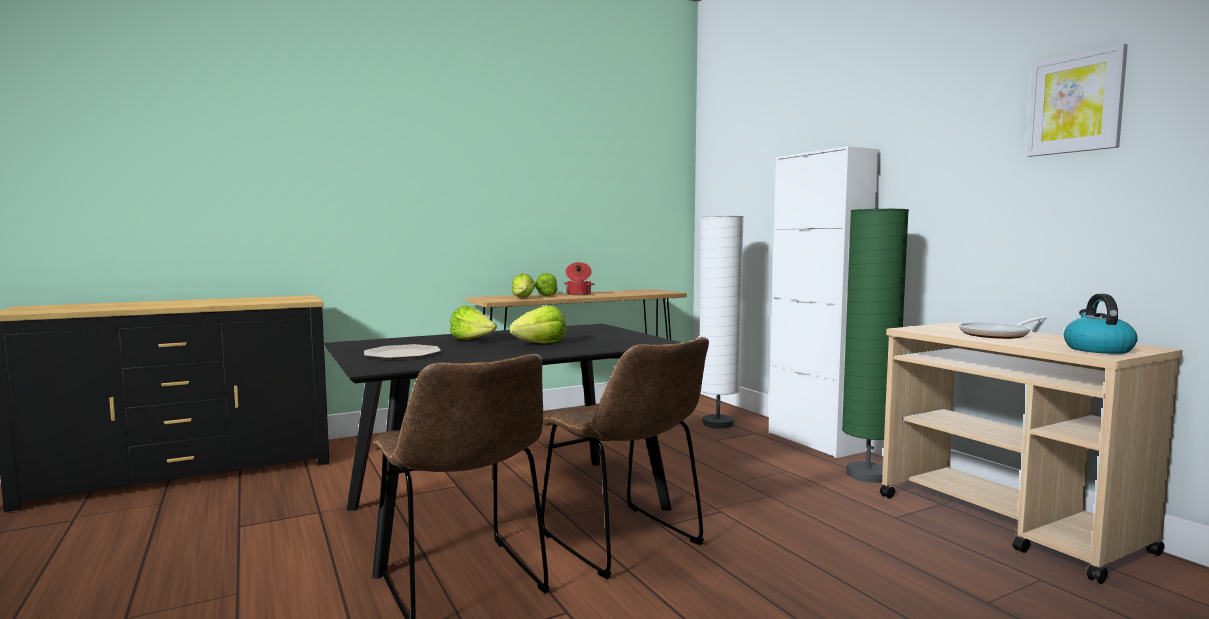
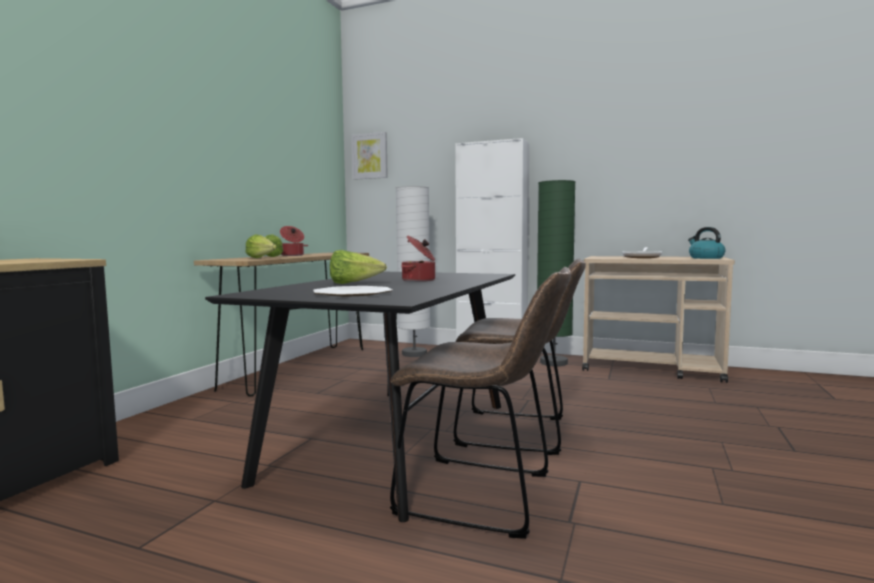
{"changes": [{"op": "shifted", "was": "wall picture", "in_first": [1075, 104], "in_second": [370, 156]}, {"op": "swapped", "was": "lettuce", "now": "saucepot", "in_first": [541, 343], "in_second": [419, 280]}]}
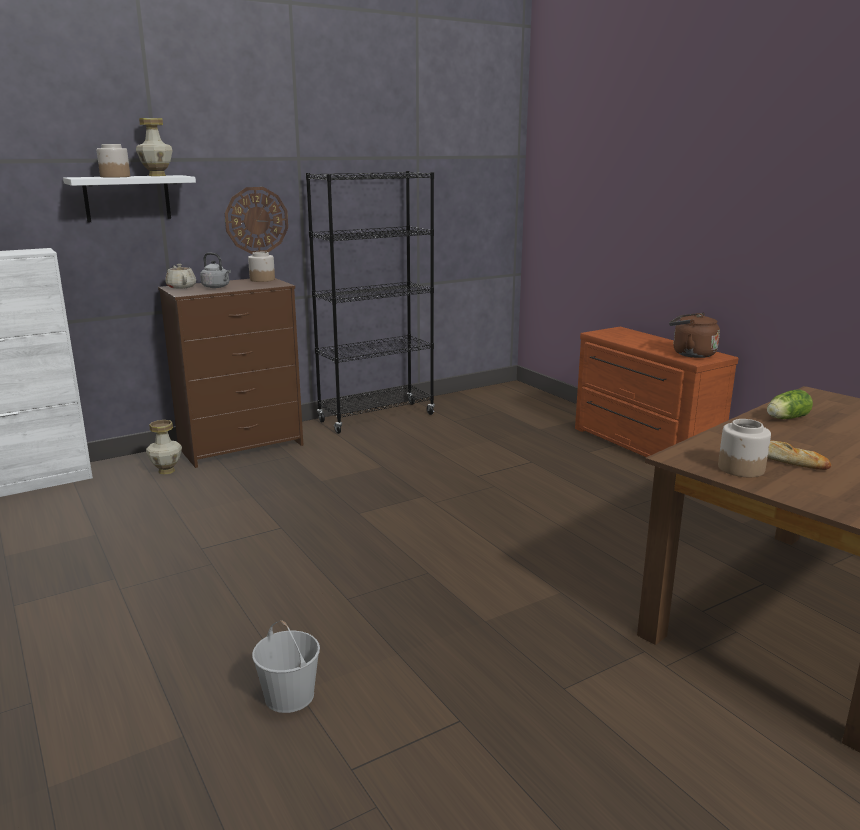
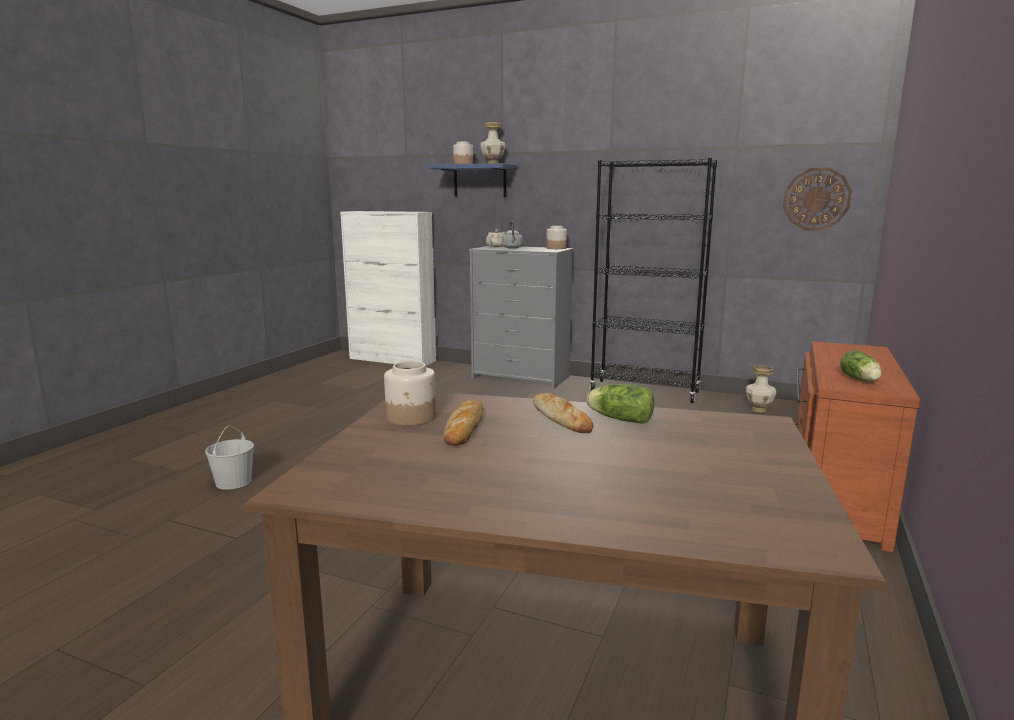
{"changes": [{"op": "new", "now": "bread", "in_second": [561, 418]}, {"op": "shifted", "was": "decorative vase", "in_first": [166, 471], "in_second": [758, 409]}, {"op": "shifted", "was": "hanging clock", "in_first": [256, 220], "in_second": [816, 199]}, {"op": "swapped", "was": "brown water kettle", "now": "lettuce", "in_first": [690, 354], "in_second": [860, 380]}, {"op": "repainted", "was": "whitish bracket shelf", "now": "blue bracket shelf", "in_first": [127, 198], "in_second": [480, 181]}, {"op": "repainted", "was": "brown drawer chest", "now": "gray drawer chest", "in_first": [242, 446], "in_second": [521, 378]}]}
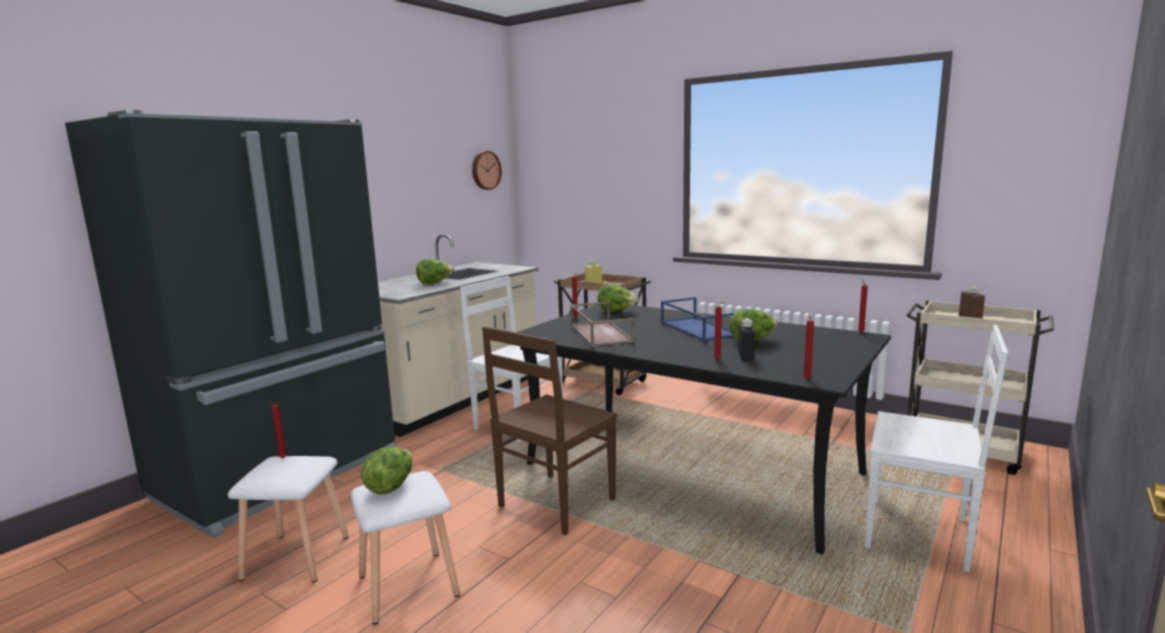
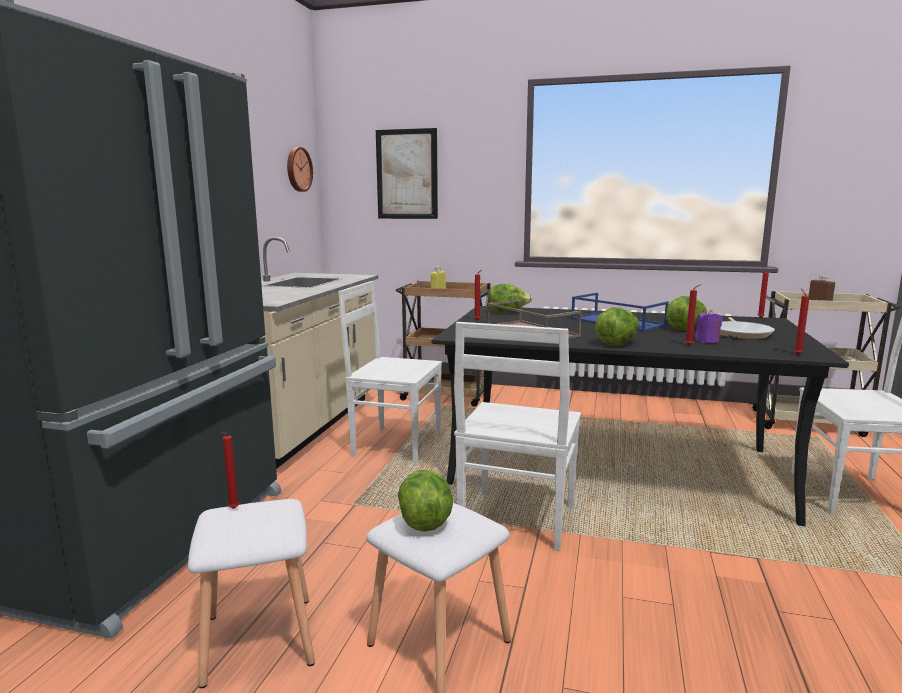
{"changes": [{"op": "new", "now": "wall picture", "in_second": [407, 174]}, {"op": "new", "now": "skillet", "in_second": [740, 333]}, {"op": "shifted", "was": "lettuce", "in_first": [434, 283], "in_second": [617, 343]}, {"op": "swapped", "was": "black-coloured drink bottle", "now": "purple wax candle", "in_first": [745, 356], "in_second": [707, 341]}, {"op": "repainted", "was": "brown chair", "now": "whitish chair", "in_first": [554, 504], "in_second": [516, 521]}]}
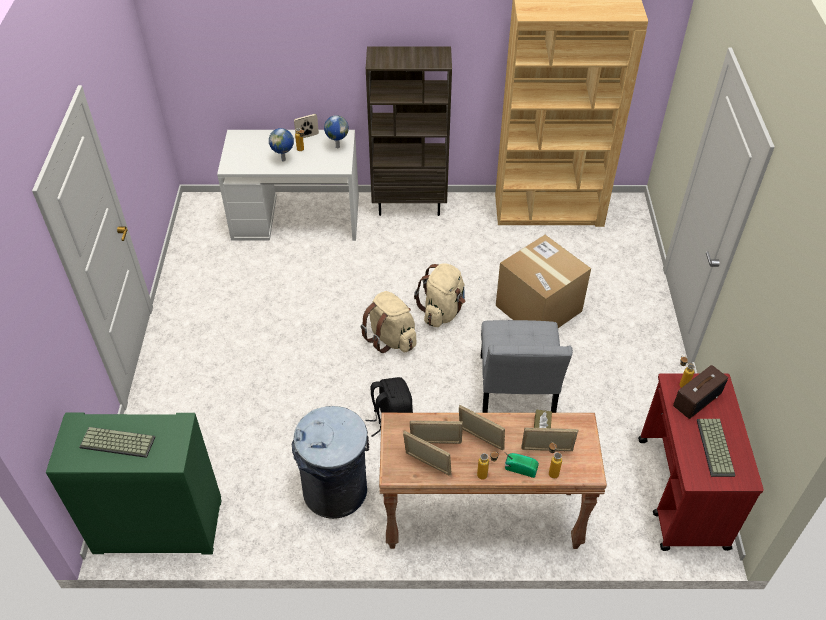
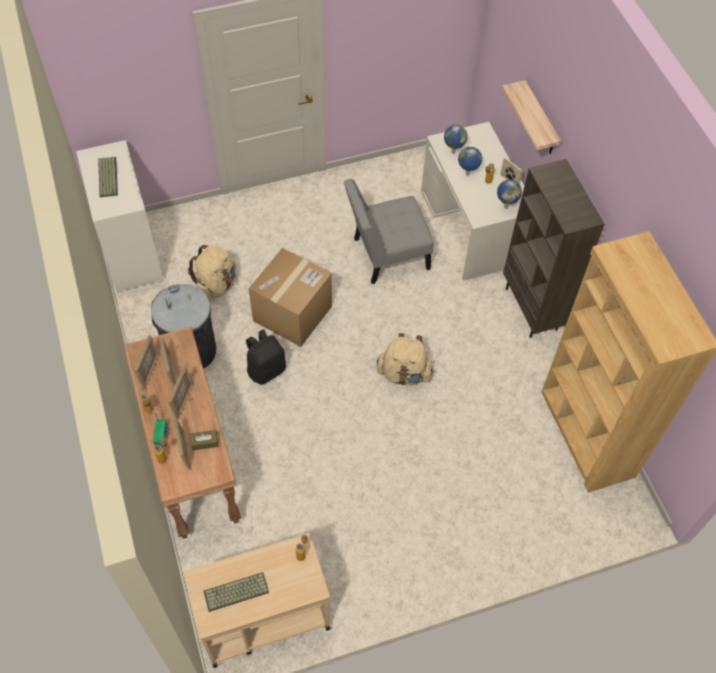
{"changes": [{"op": "gone", "was": "radio receiver", "in_first": [697, 399]}, {"op": "new", "now": "globe", "in_second": [453, 152]}, {"op": "new", "now": "bracket shelf", "in_second": [540, 120]}, {"op": "shifted", "was": "beige-coloured backpack", "in_first": [391, 338], "in_second": [216, 285]}, {"op": "shifted", "was": "gray chair", "in_first": [516, 389], "in_second": [386, 255]}, {"op": "shifted", "was": "packing box", "in_first": [538, 308], "in_second": [292, 313]}, {"op": "repainted", "was": "greenish storage cabinet", "now": "whitish storage cabinet", "in_first": [157, 526], "in_second": [130, 253]}, {"op": "repainted", "was": "reddish wheeled cart", "now": "beige-coloured wheeled cart", "in_first": [682, 493], "in_second": [262, 618]}]}
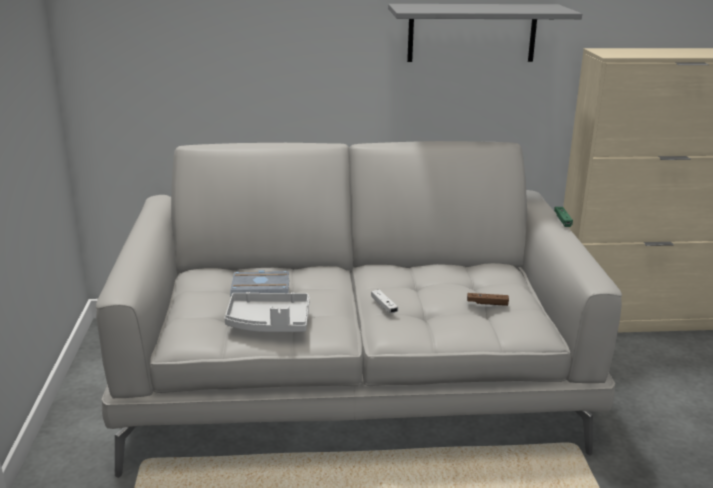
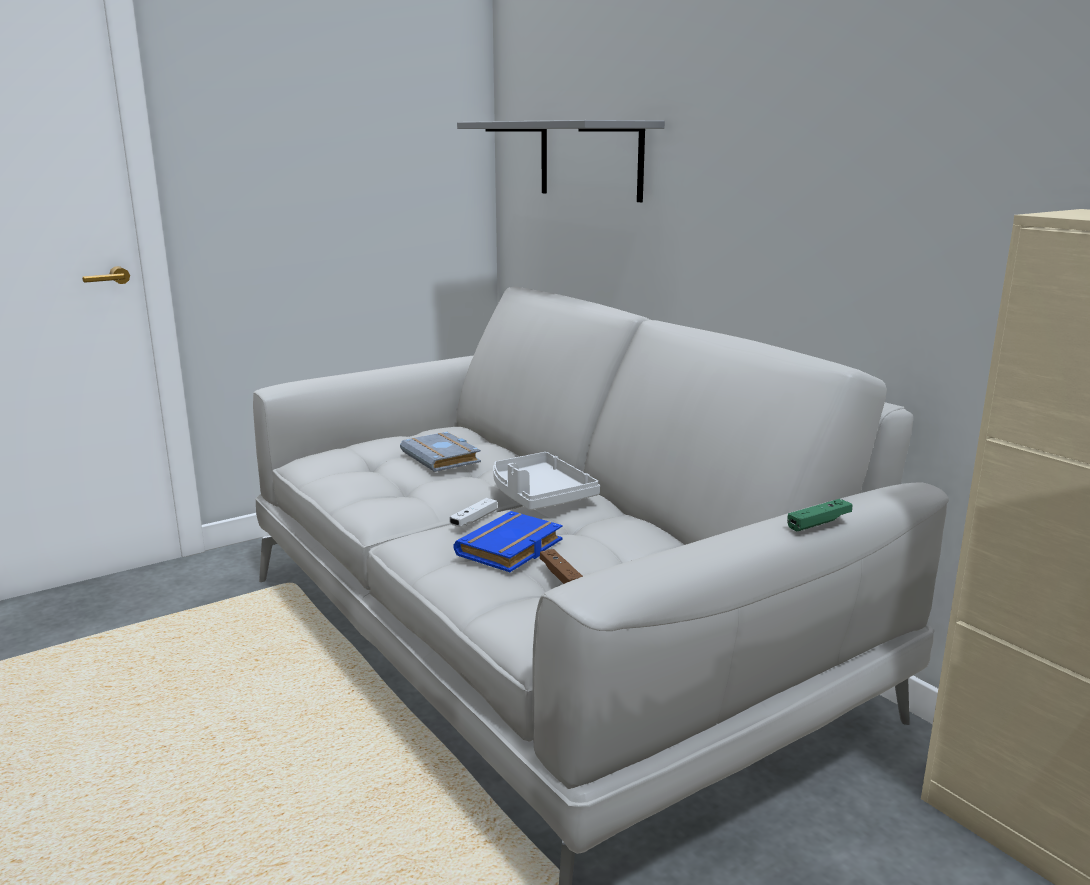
{"changes": [{"op": "new", "now": "blue volume", "in_second": [511, 550]}, {"op": "shifted", "was": "gray carrying tray", "in_first": [269, 323], "in_second": [539, 496]}, {"op": "shifted", "was": "gray bracket shelf", "in_first": [472, 33], "in_second": [590, 159]}]}
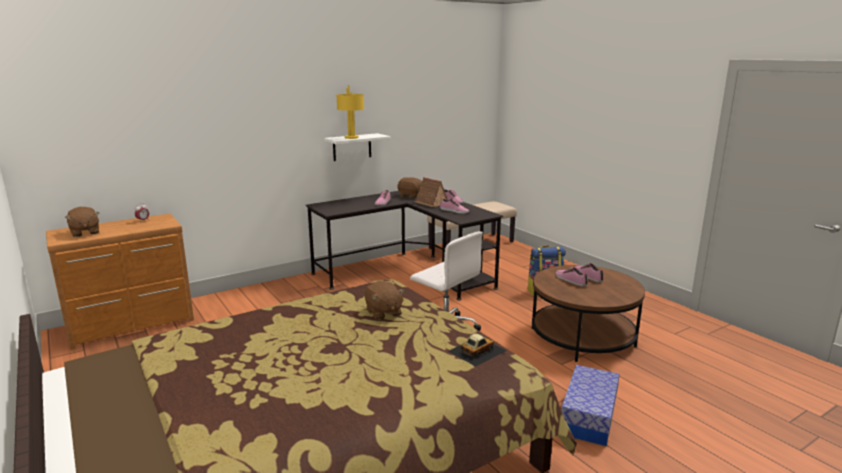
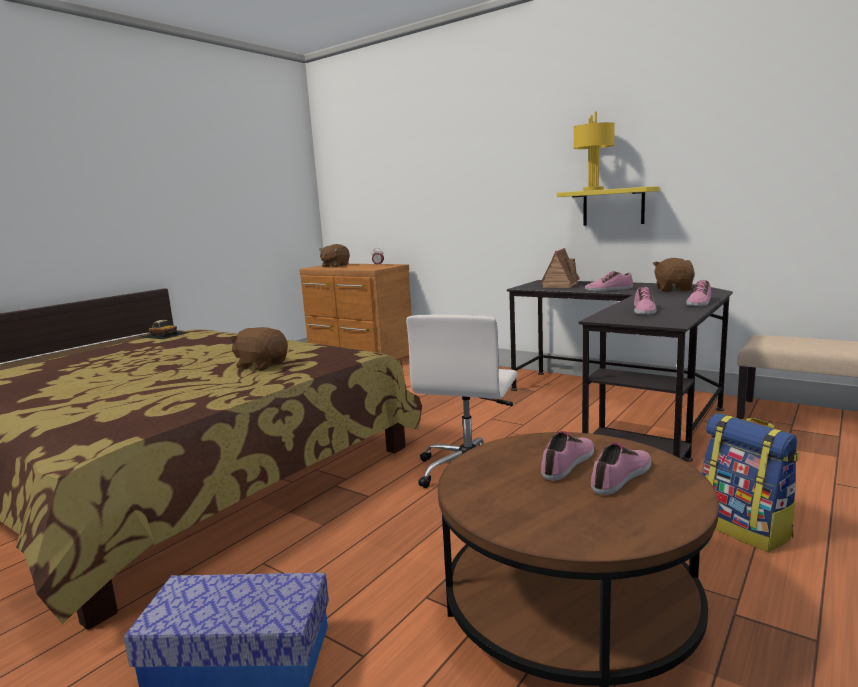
{"changes": [{"op": "shifted", "was": "model house", "in_first": [430, 203], "in_second": [560, 285]}, {"op": "shifted", "was": "model car", "in_first": [476, 350], "in_second": [164, 334]}, {"op": "repainted", "was": "whitish bracket shelf", "now": "yellow-coloured bracket shelf", "in_first": [352, 147], "in_second": [613, 207]}, {"op": "rotated", "was": "brown plush toy", "in_first": [383, 313], "in_second": [261, 365], "clockwise": 75}]}
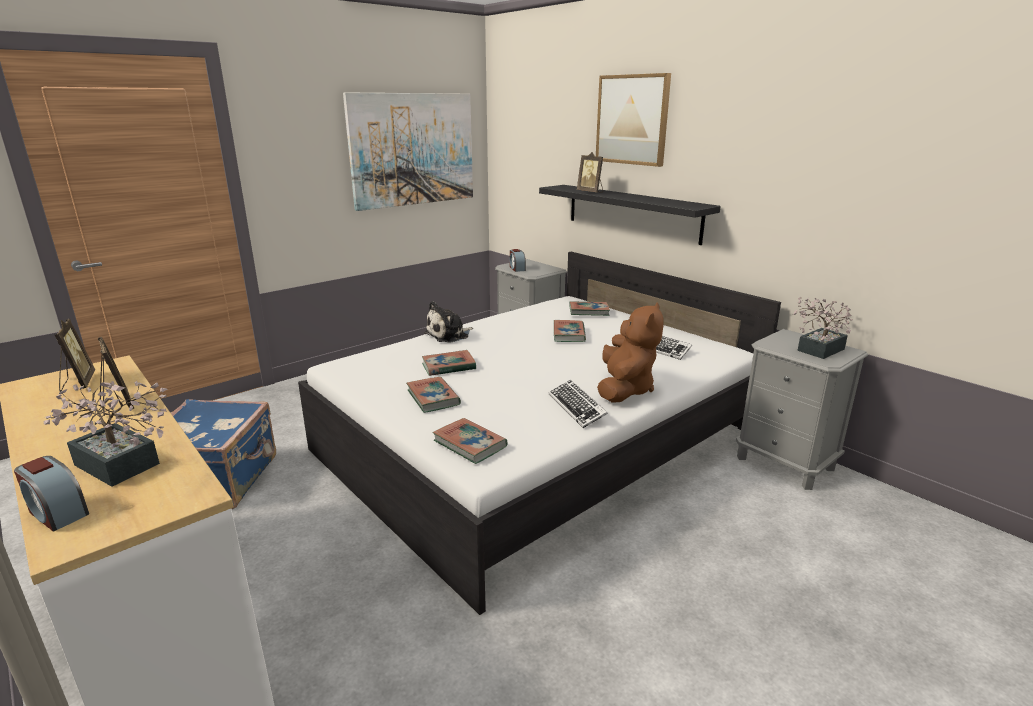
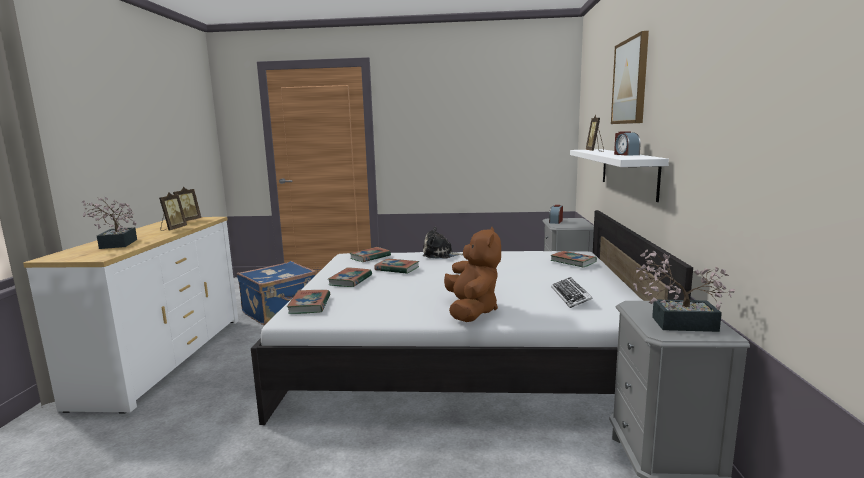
{"changes": [{"op": "gone", "was": "wall picture", "in_first": [413, 150]}, {"op": "gone", "was": "keyboard", "in_first": [577, 408]}, {"op": "shifted", "was": "alarm clock", "in_first": [57, 512], "in_second": [625, 154]}, {"op": "shifted", "was": "volume", "in_first": [569, 334], "in_second": [370, 257]}, {"op": "repainted", "was": "black-coloured bracket shelf", "now": "whitish bracket shelf", "in_first": [632, 212], "in_second": [628, 171]}, {"op": "rotated", "was": "brown plush toy", "in_first": [624, 389], "in_second": [471, 311], "clockwise": -60}]}
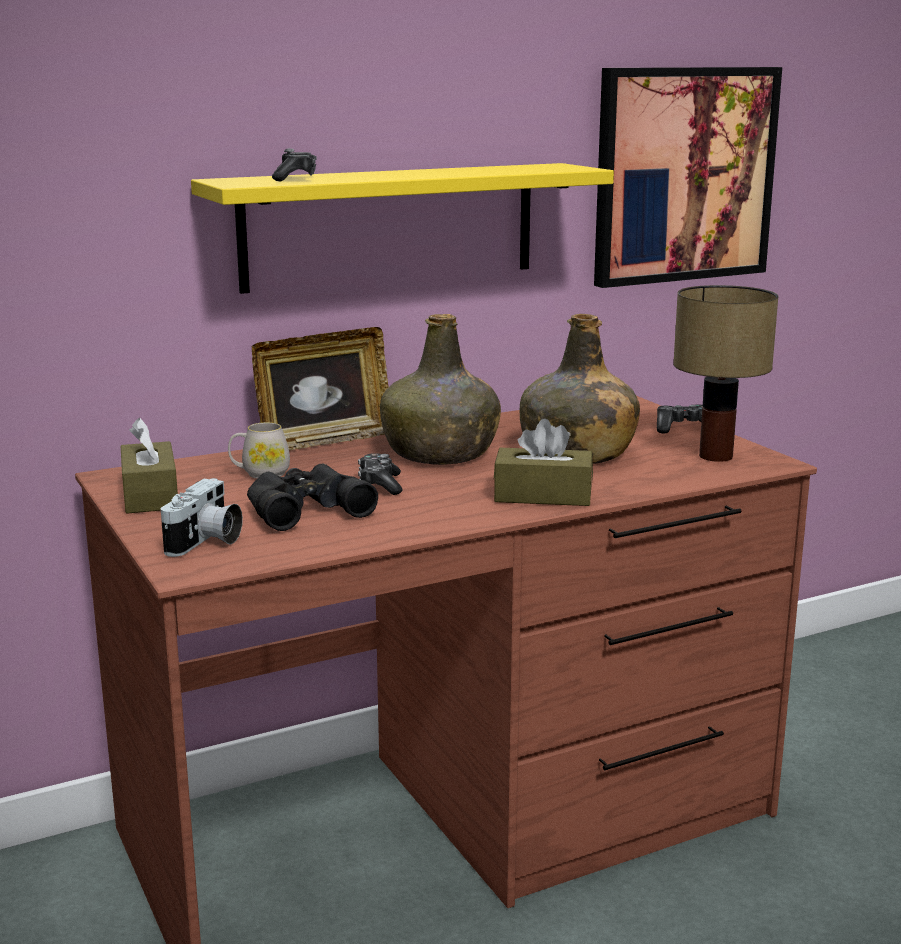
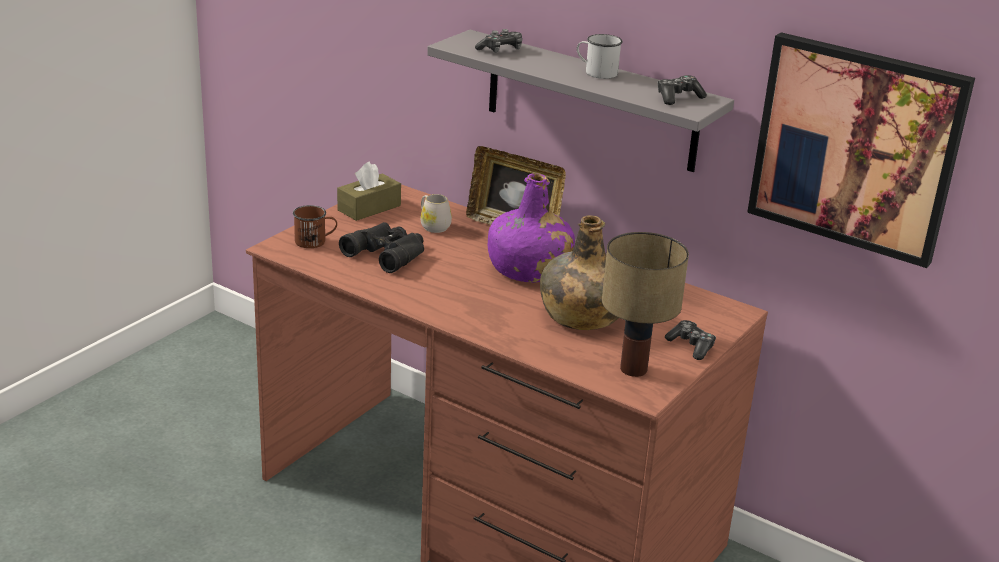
{"changes": [{"op": "gone", "was": "brown tissue box", "in_first": [543, 495]}, {"op": "new", "now": "whitish coffee mug", "in_second": [596, 72]}, {"op": "shifted", "was": "joypad", "in_first": [380, 485], "in_second": [678, 97]}, {"op": "swapped", "was": "photo camera", "now": "brown coffee mug", "in_first": [206, 542], "in_second": [315, 241]}, {"op": "repainted", "was": "yellow-coloured bracket shelf", "now": "gray bracket shelf", "in_first": [390, 226], "in_second": [591, 101]}, {"op": "repainted", "was": "greenish drink bottle", "now": "purple drink bottle", "in_first": [441, 454], "in_second": [528, 269]}]}
